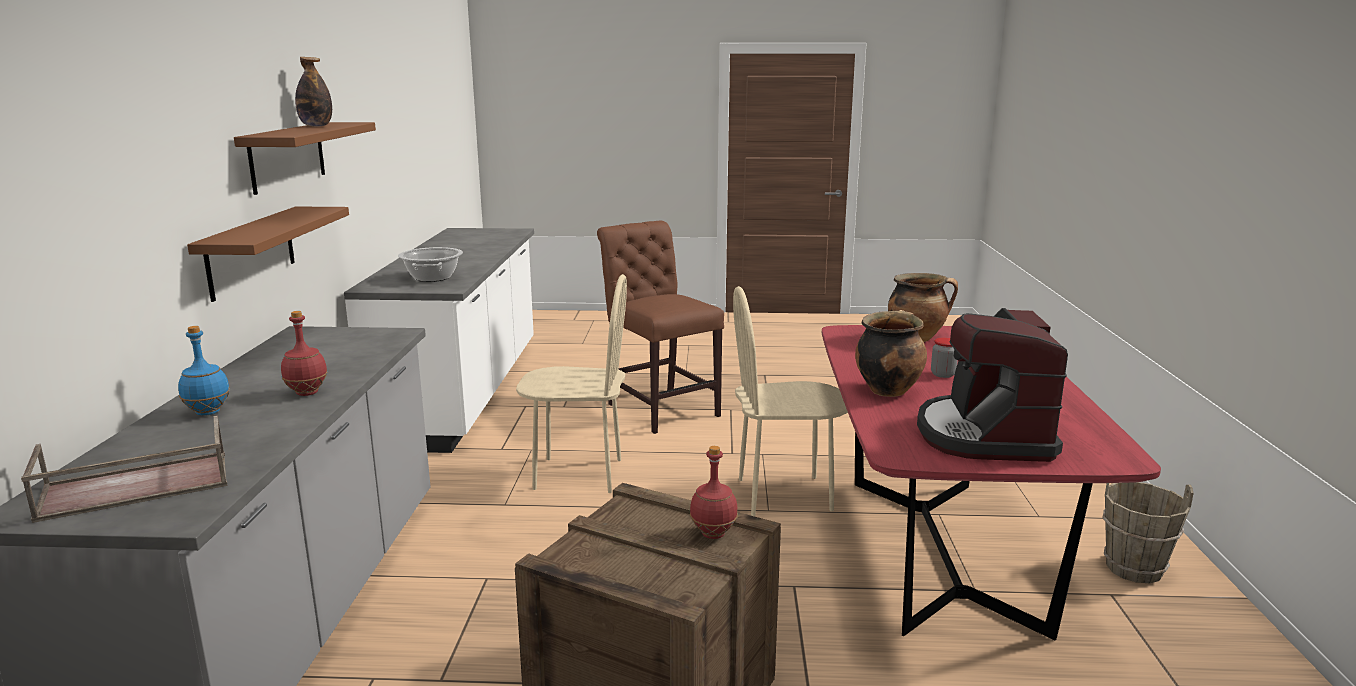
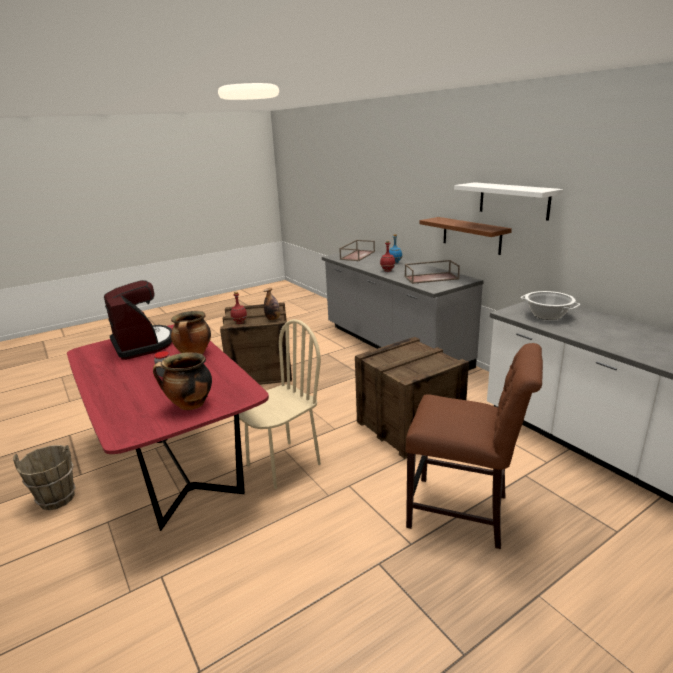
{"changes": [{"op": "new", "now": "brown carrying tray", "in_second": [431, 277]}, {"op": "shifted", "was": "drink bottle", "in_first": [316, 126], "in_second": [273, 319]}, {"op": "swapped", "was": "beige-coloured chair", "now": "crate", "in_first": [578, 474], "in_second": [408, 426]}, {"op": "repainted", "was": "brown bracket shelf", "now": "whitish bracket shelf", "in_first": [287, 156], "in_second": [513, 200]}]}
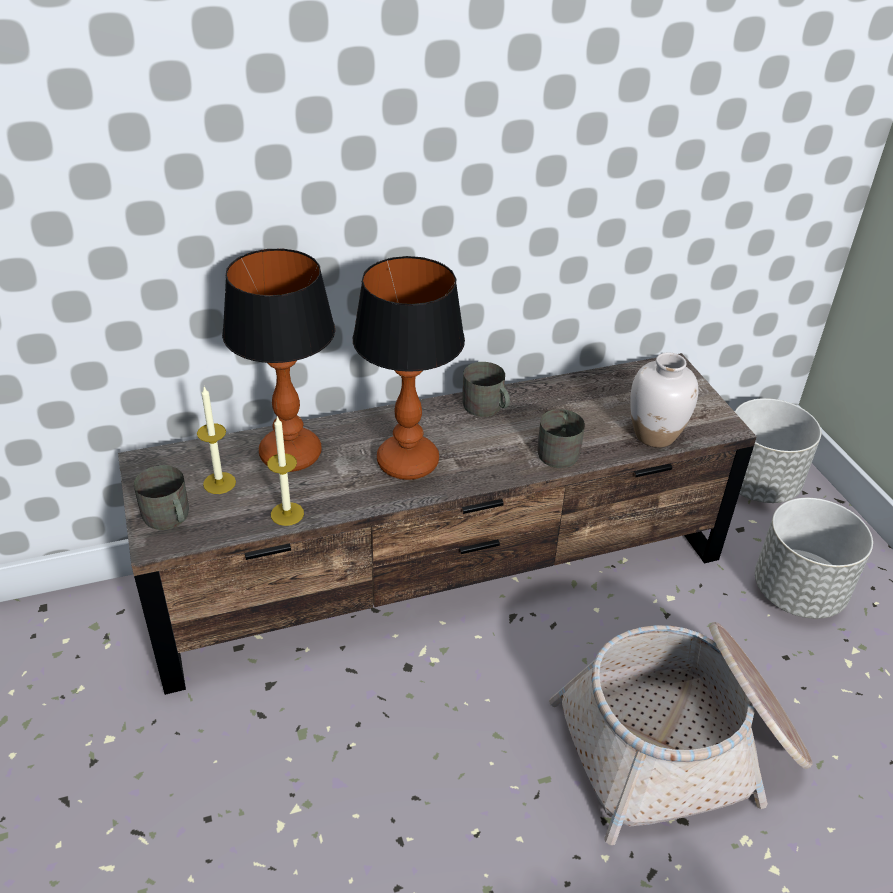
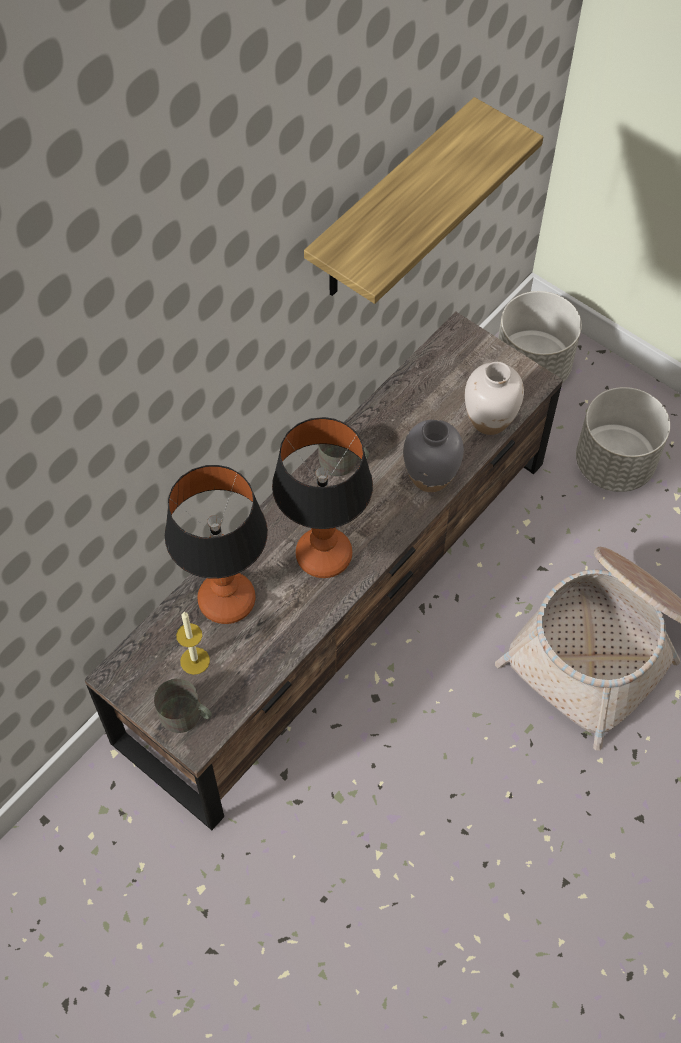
{"changes": [{"op": "gone", "was": "wax candle", "in_first": [287, 514]}, {"op": "new", "now": "bracket shelf", "in_second": [390, 205]}, {"op": "swapped", "was": "gray coffee mug", "now": "gray decorative vase", "in_first": [560, 451], "in_second": [430, 477]}]}
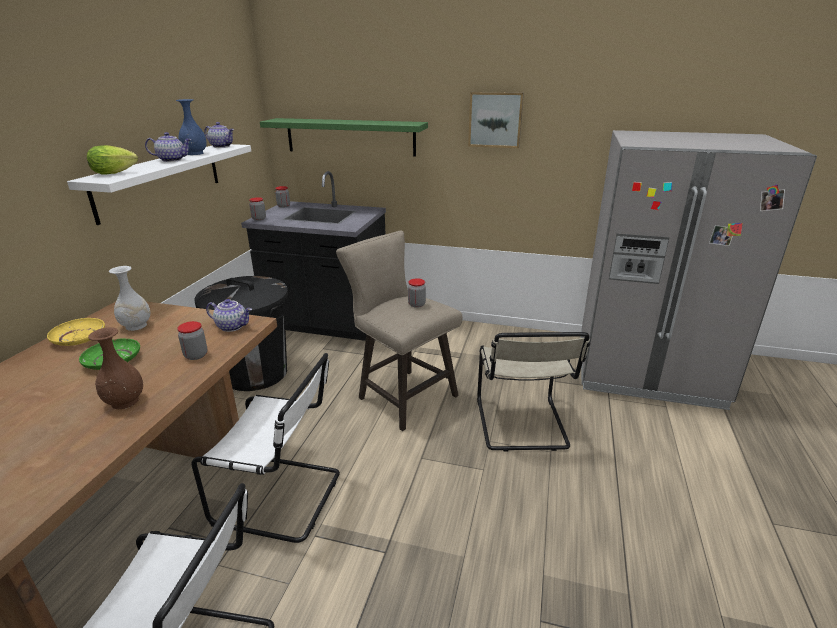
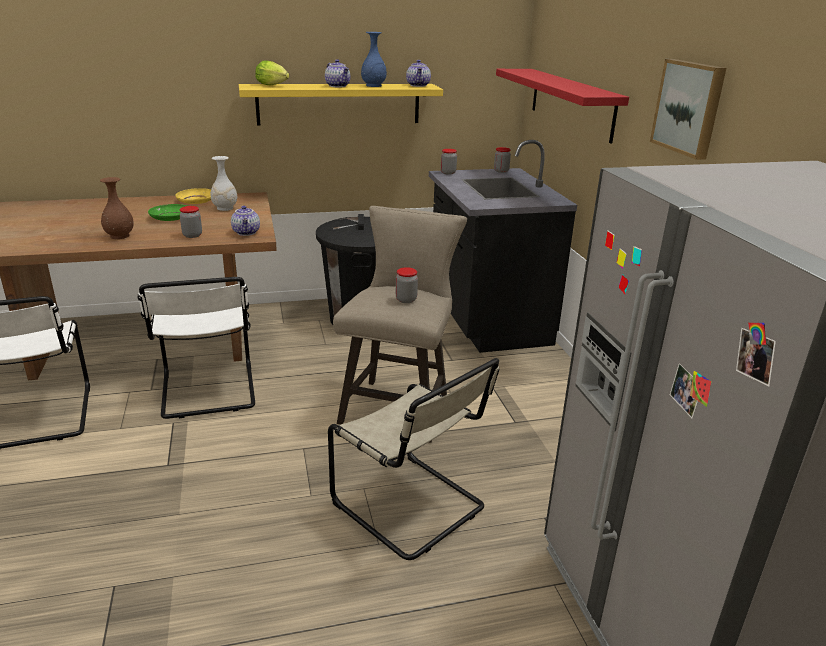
{"changes": [{"op": "repainted", "was": "whitish bracket shelf", "now": "yellow-coloured bracket shelf", "in_first": [160, 180], "in_second": [339, 104]}, {"op": "repainted", "was": "greenish bracket shelf", "now": "reddish bracket shelf", "in_first": [350, 137], "in_second": [571, 103]}, {"op": "rotated", "was": "beige-coloured chair", "in_first": [521, 426], "in_second": [412, 507], "clockwise": -105}]}
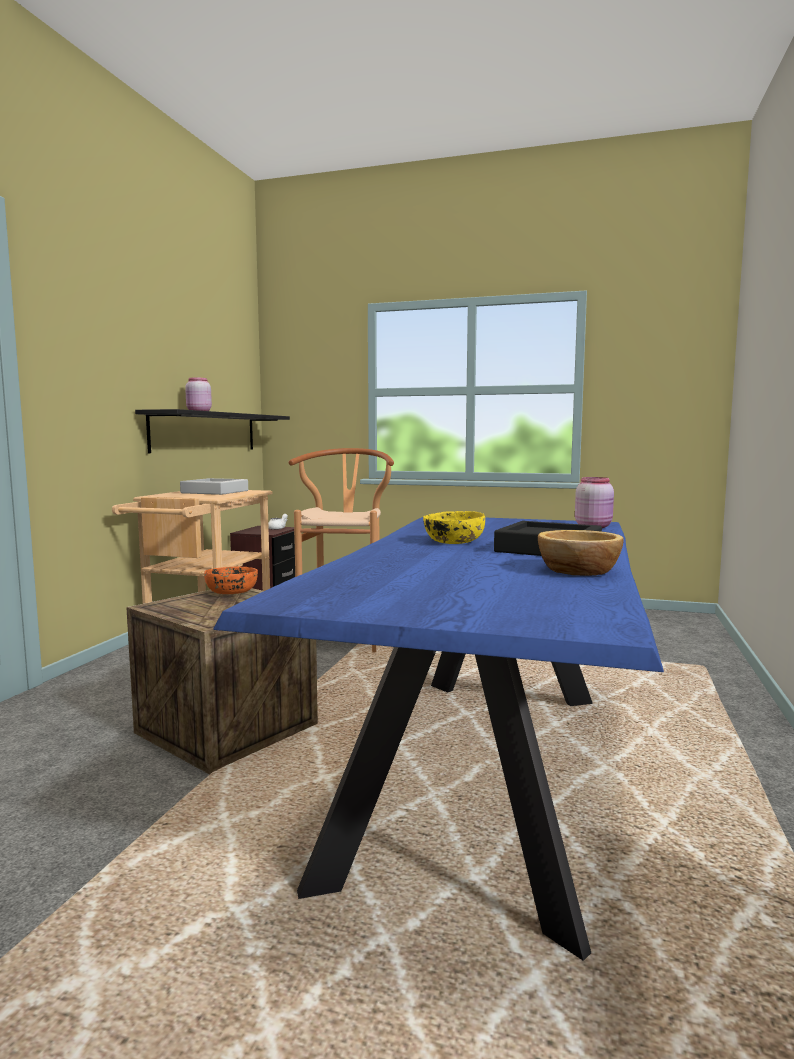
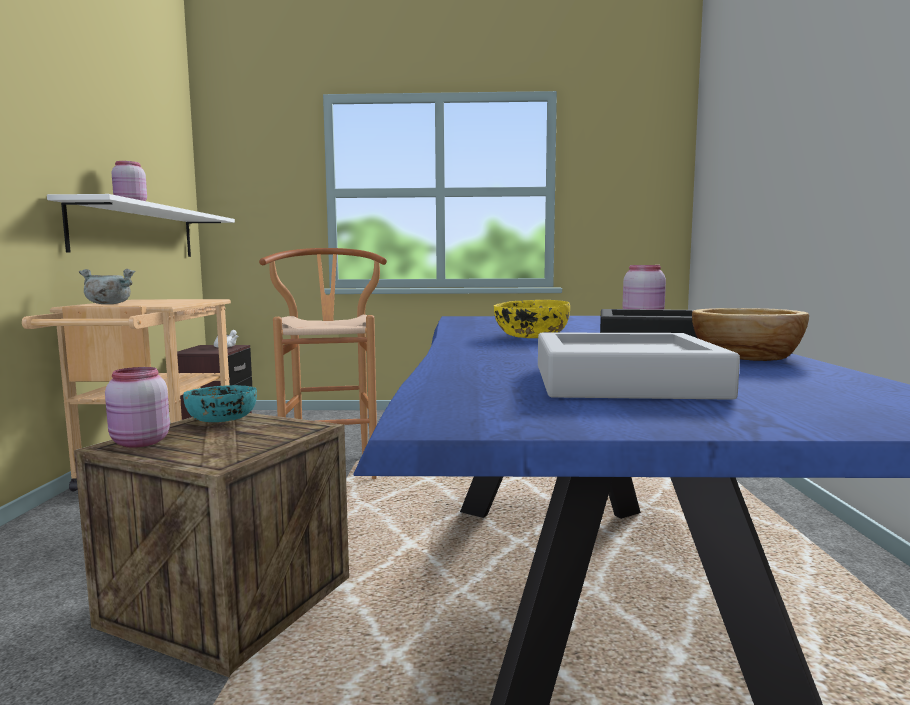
{"changes": [{"op": "new", "now": "gray saucepot", "in_second": [108, 304]}, {"op": "new", "now": "pinkish storage jar", "in_second": [139, 443]}, {"op": "shifted", "was": "gray carrying tray", "in_first": [215, 492], "in_second": [623, 381]}, {"op": "repainted", "was": "black-coloured bracket shelf", "now": "whitish bracket shelf", "in_first": [206, 432], "in_second": [137, 232]}, {"op": "repainted", "was": "orange-coloured bowl", "now": "blue-green bowl", "in_first": [232, 592], "in_second": [223, 419]}]}
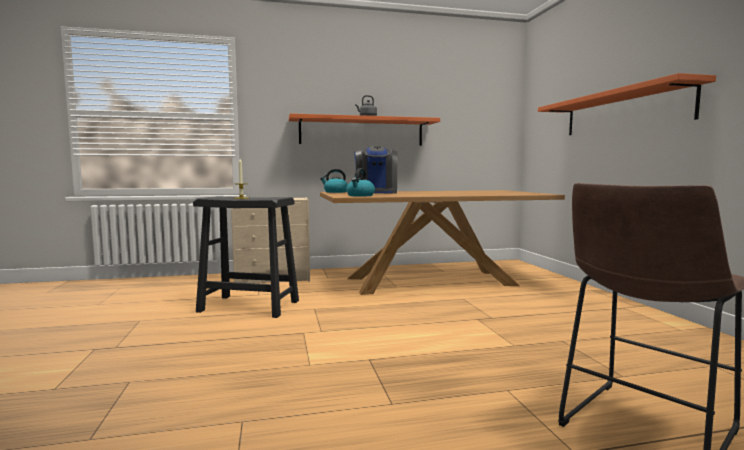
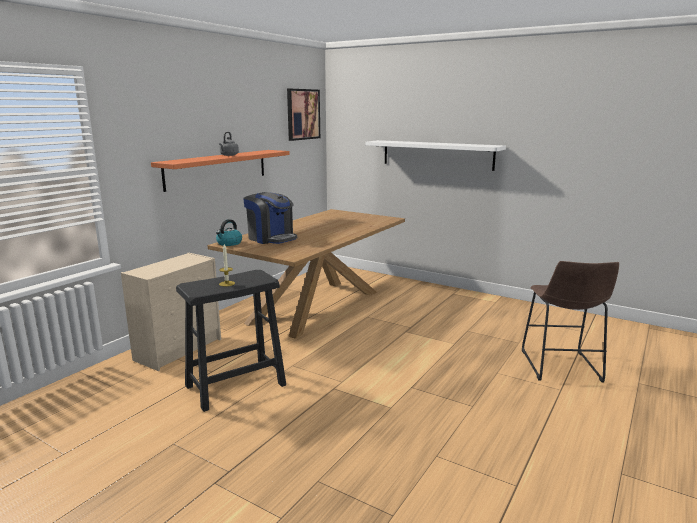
{"changes": [{"op": "gone", "was": "water kettle", "in_first": [360, 195]}, {"op": "new", "now": "wall picture", "in_second": [303, 114]}, {"op": "repainted", "was": "orange-coloured bracket shelf", "now": "whitish bracket shelf", "in_first": [623, 112], "in_second": [437, 154]}]}
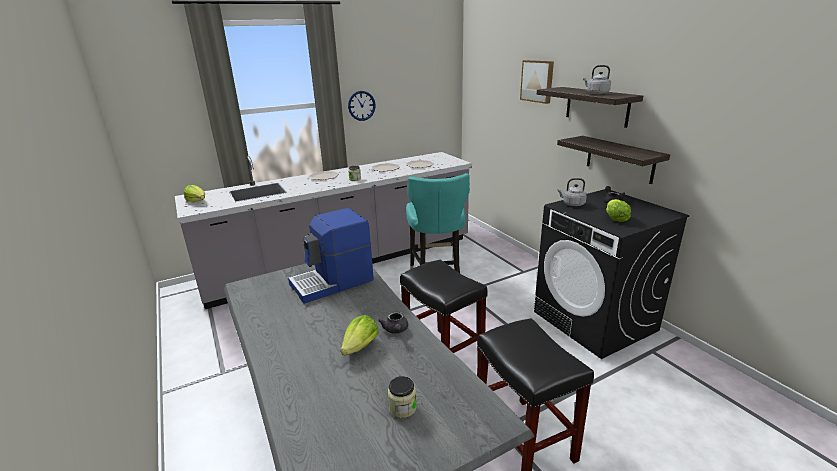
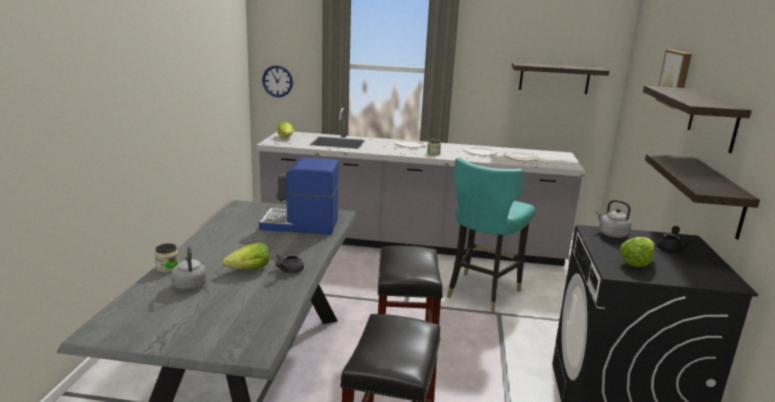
{"changes": [{"op": "new", "now": "bracket shelf", "in_second": [554, 78]}, {"op": "shifted", "was": "hanging clock", "in_first": [361, 105], "in_second": [277, 81]}, {"op": "shifted", "was": "storage jar", "in_first": [402, 407], "in_second": [168, 268]}, {"op": "shifted", "was": "gray water kettle", "in_first": [596, 93], "in_second": [190, 284]}]}
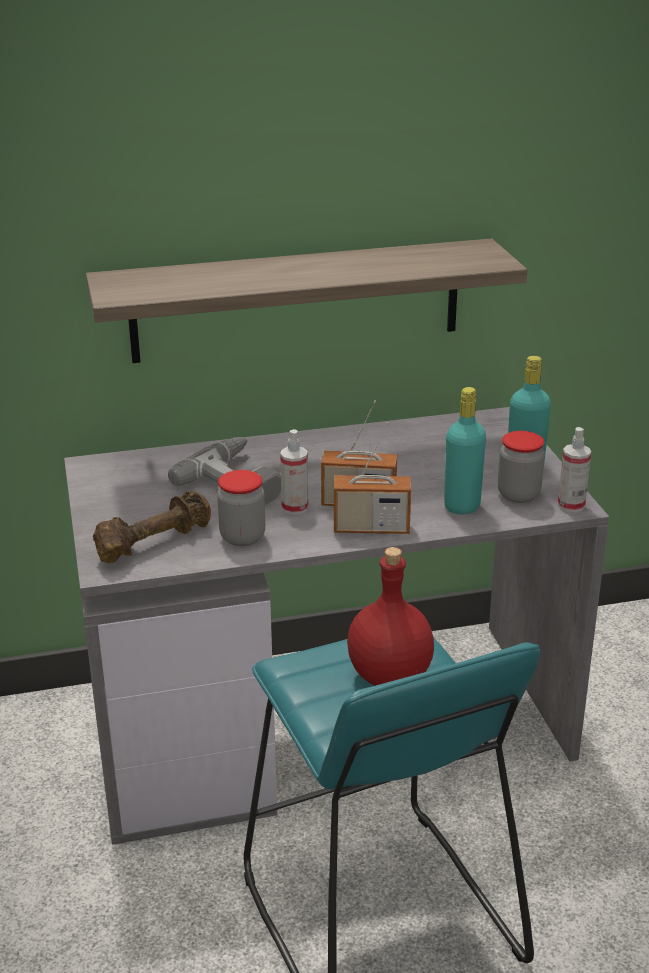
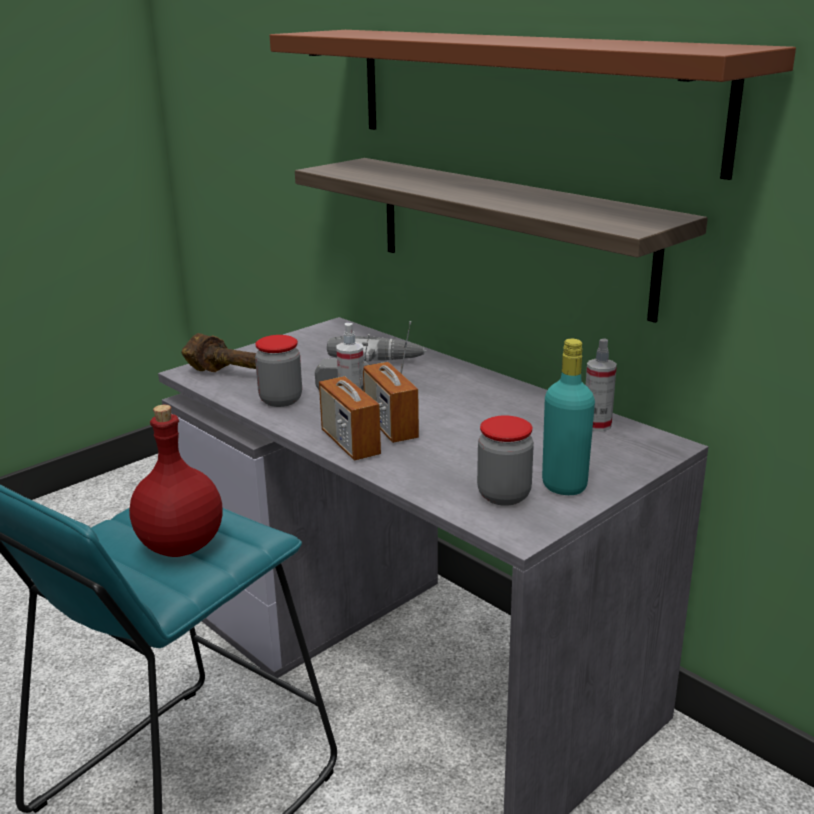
{"changes": [{"op": "gone", "was": "blue-green drink bottle", "in_first": [462, 506]}, {"op": "new", "now": "brown bracket shelf", "in_second": [524, 94]}, {"op": "shifted", "was": "hand sprayer", "in_first": [571, 505], "in_second": [597, 425]}]}
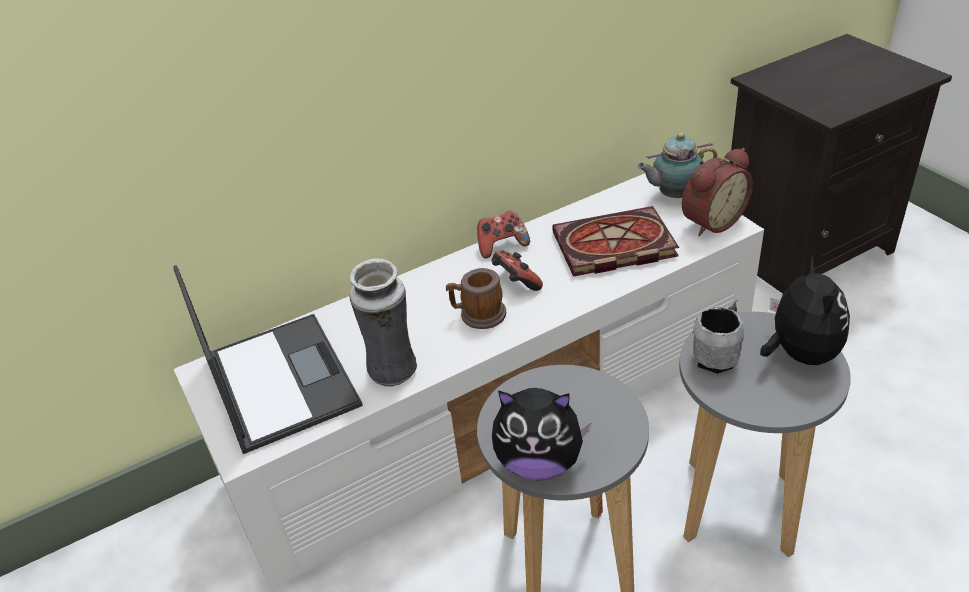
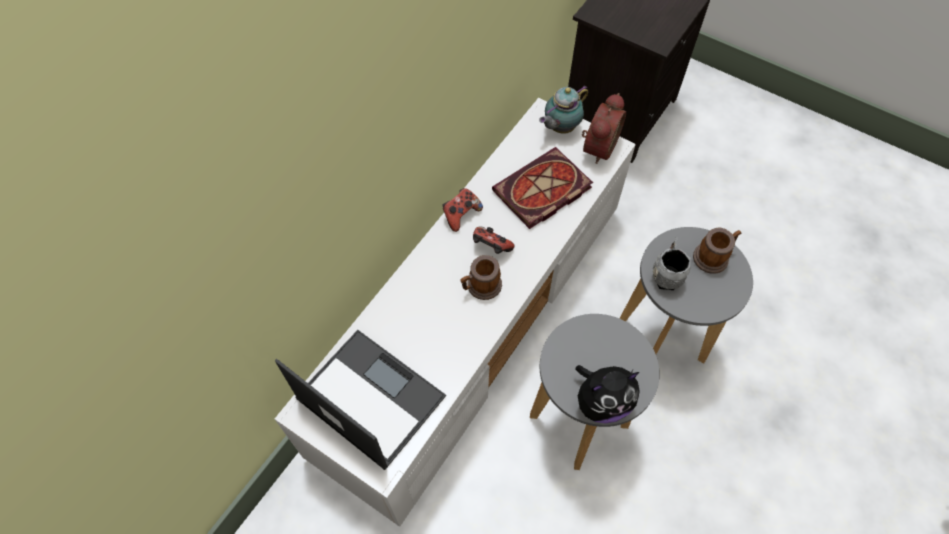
{"changes": [{"op": "gone", "was": "decorative vase", "in_first": [393, 372]}, {"op": "swapped", "was": "plush toy", "now": "coffee mug", "in_first": [799, 354], "in_second": [713, 256]}]}
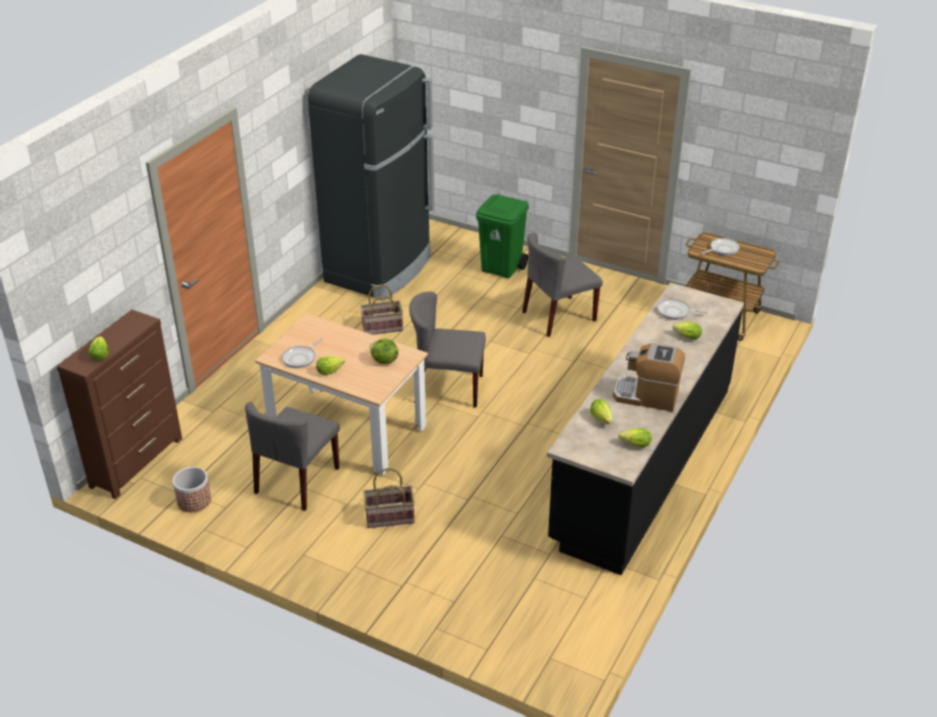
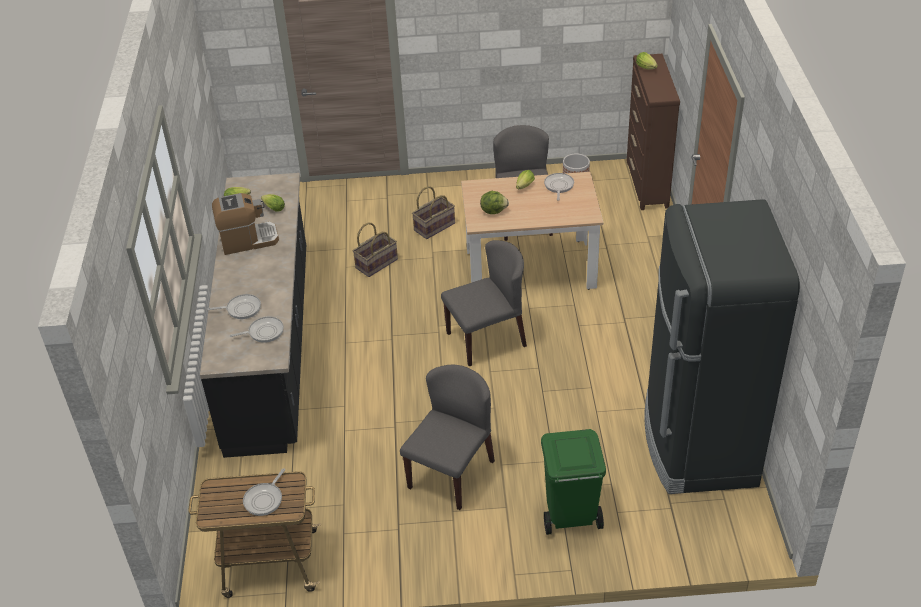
{"changes": [{"op": "shifted", "was": "storage basket", "in_first": [382, 328], "in_second": [376, 263]}, {"op": "swapped", "was": "lettuce", "now": "skillet", "in_first": [685, 336], "in_second": [241, 309]}]}
